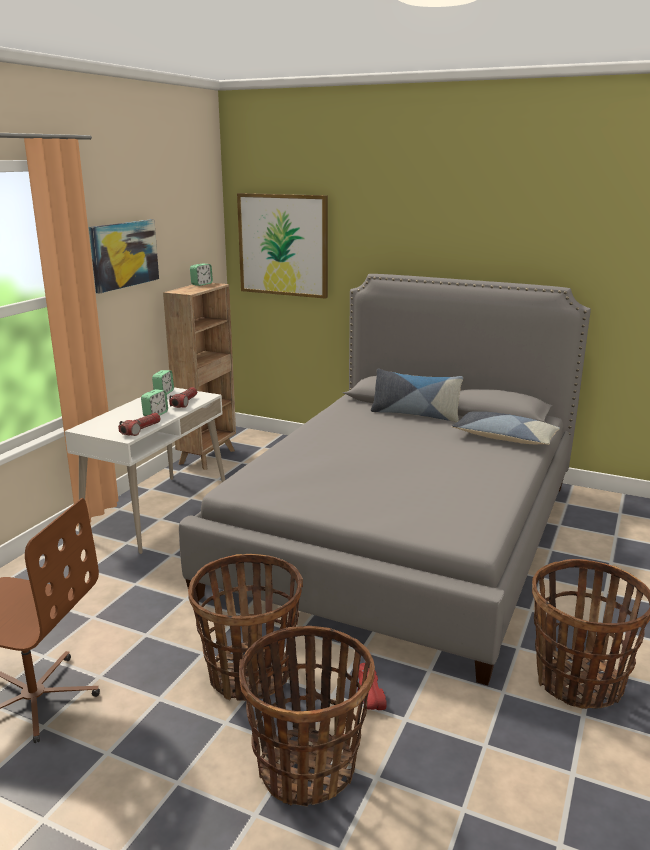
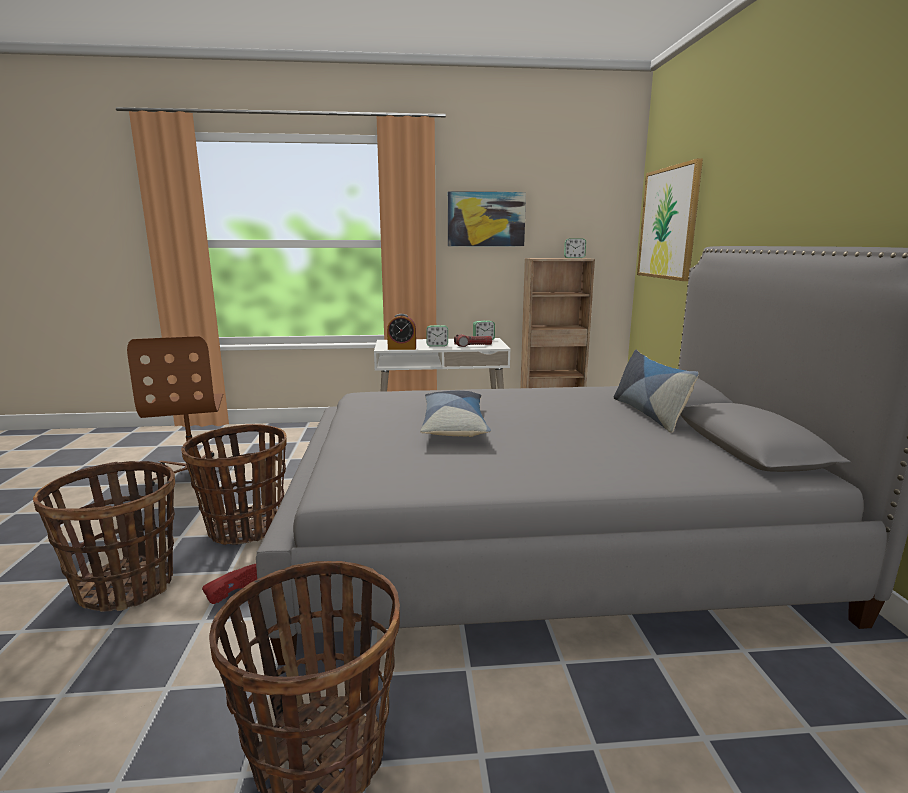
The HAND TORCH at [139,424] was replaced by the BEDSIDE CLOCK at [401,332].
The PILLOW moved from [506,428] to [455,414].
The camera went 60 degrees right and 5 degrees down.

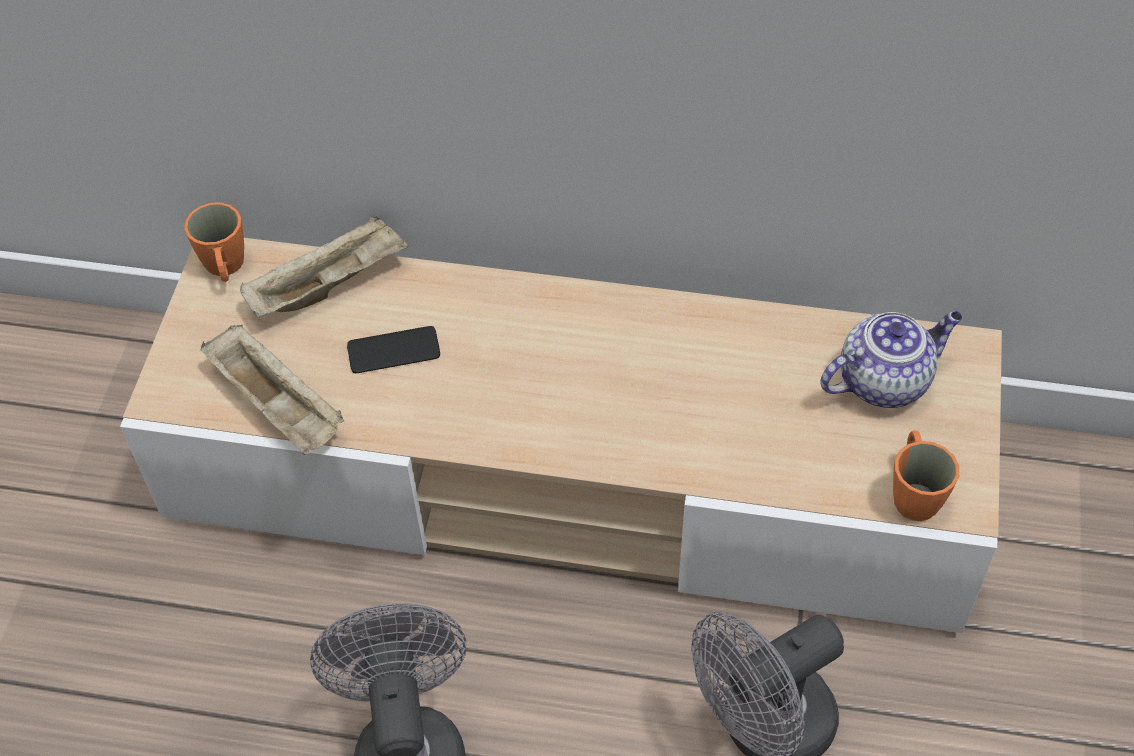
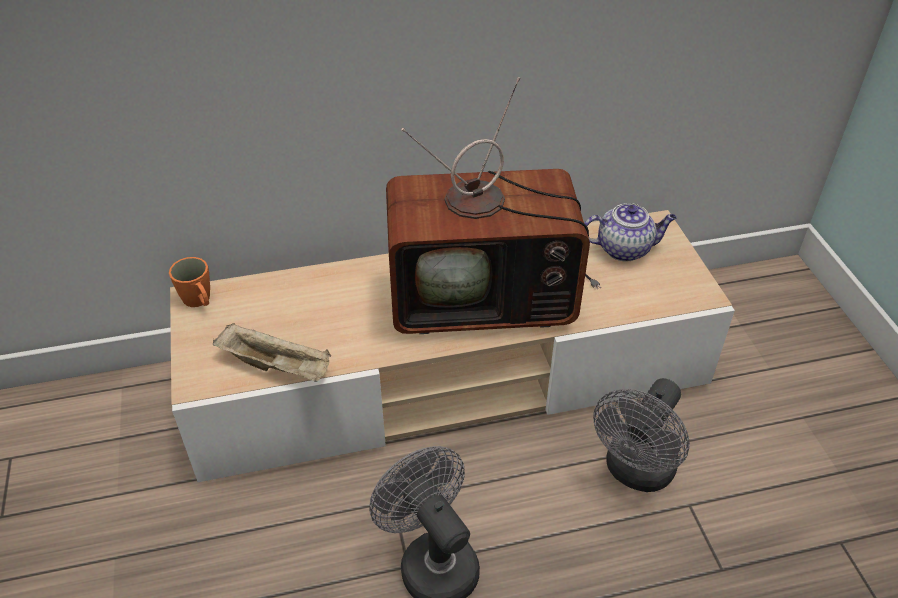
The TV SET at [493,205] appeared.
The TEAPOT at [891,359] turned 45 degrees clockwise.
The SAND-COLOURED CARRYING TRAY at [324,266] disappeared.
The TELEPHONE at [393,349] disappeared.
The ORANGEY MUG at [926,475] disappeared.
The camera went 25 degrees left and 10 degrees down.

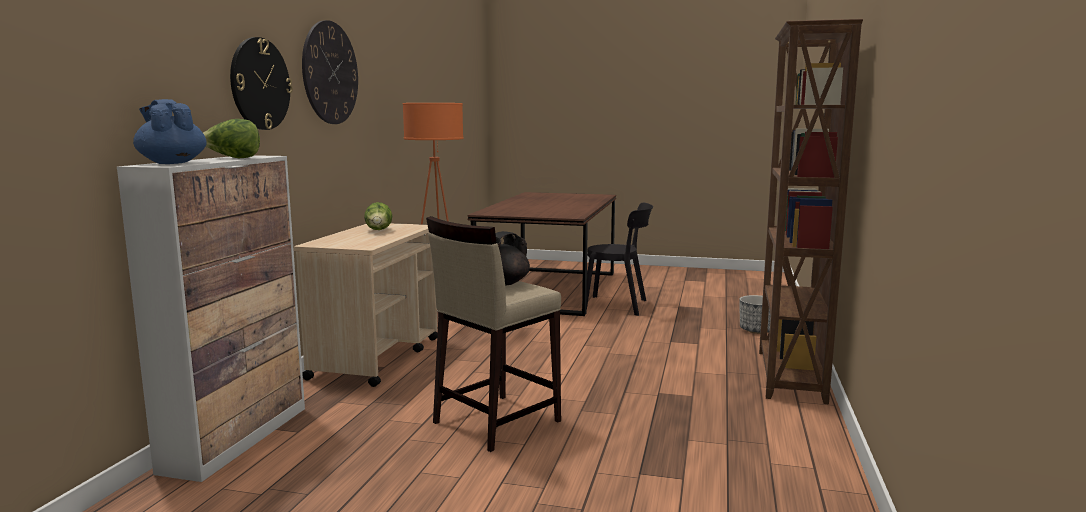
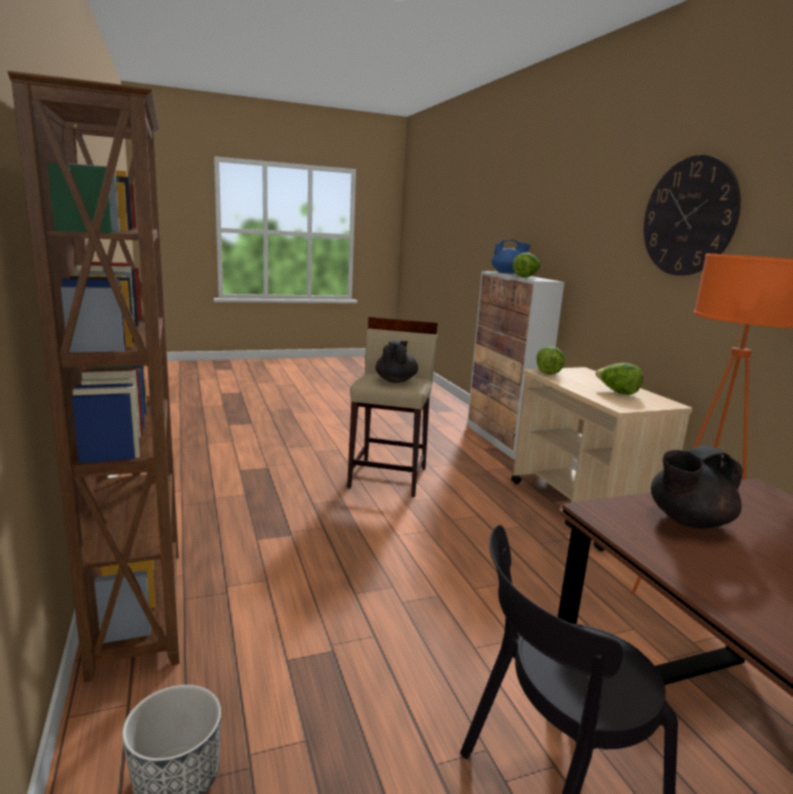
The HEAD OF LETTUCE at [551,360] appeared.
The BLACKISH TEAPOT at [697,487] appeared.
The WALL CLOCK at [261,83] disappeared.
The camera went 145 degrees right and 5 degrees up.

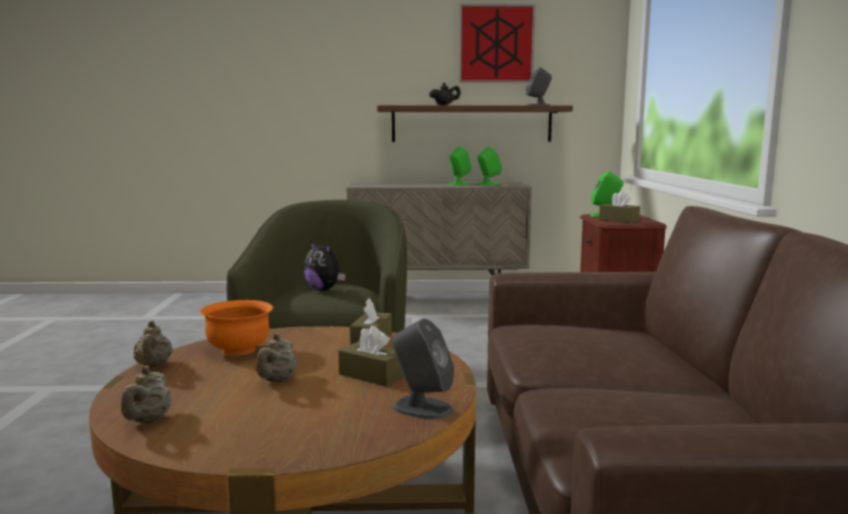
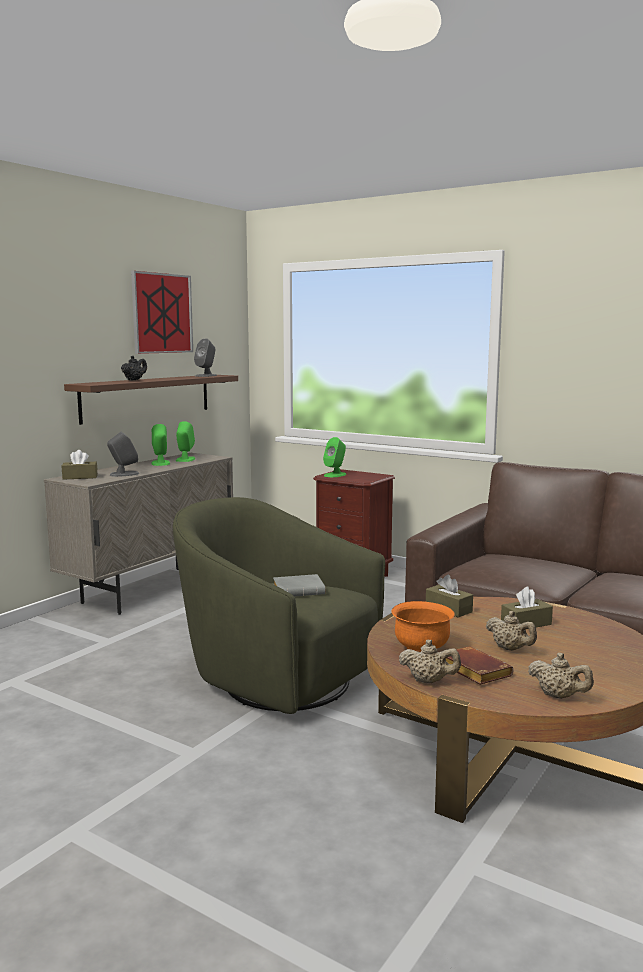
The BROWNISH BOX OF TISSUES moved from [619,207] to [79,465].
The GRAY LOUDSPEAKER moved from [423,369] to [123,454].
The SOFT TOY at [325,265] was replaced by the GRAY BOOK at [299,585].
The BROWNISH BOOK at [479,665] appeared.
The camera went 55 degrees left and 0 degrees up.

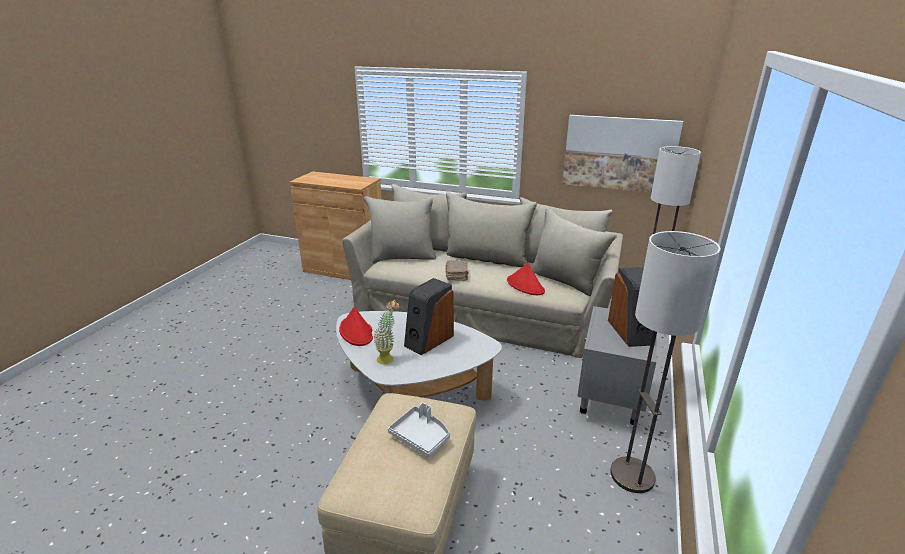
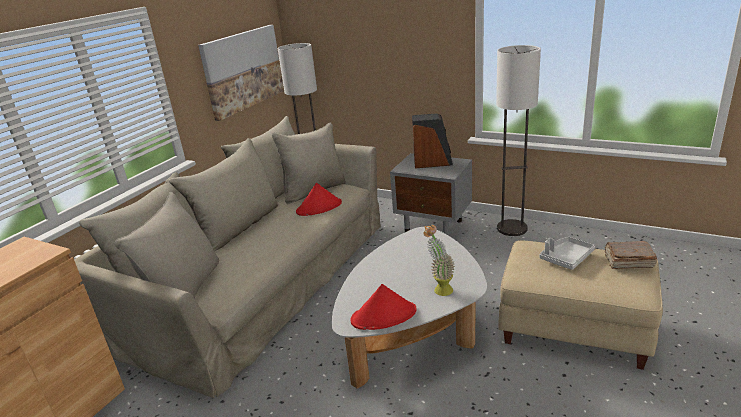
The BROWNISH BOOK moved from [457,270] to [630,255].
The LOUDSPEAKER at [429,316] disappeared.
The camera went 80 degrees left and 0 degrees up.

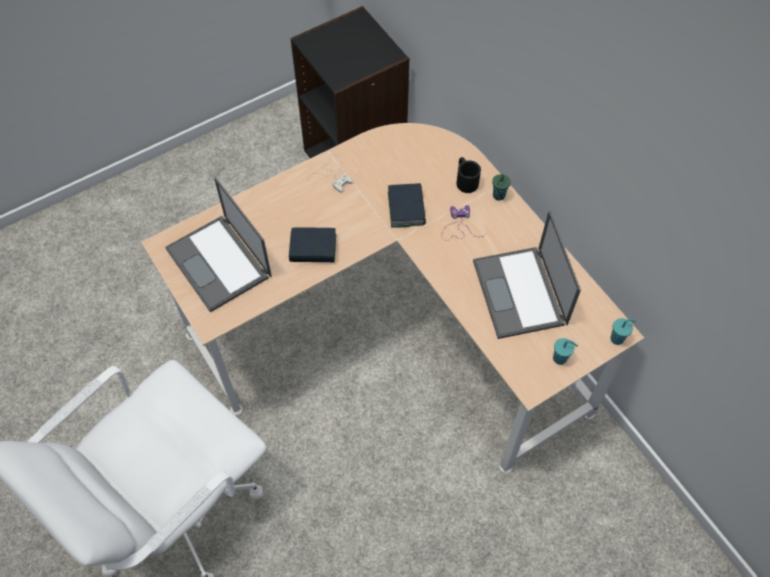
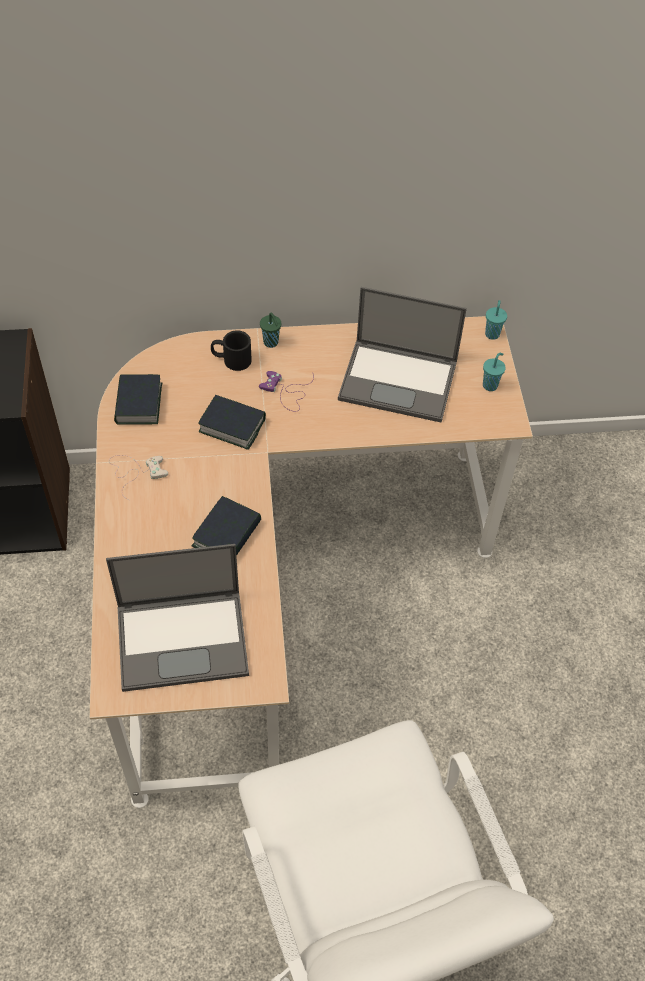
The BOOK at [138,399] appeared.
The camera went 65 degrees left and 5 degrees down.

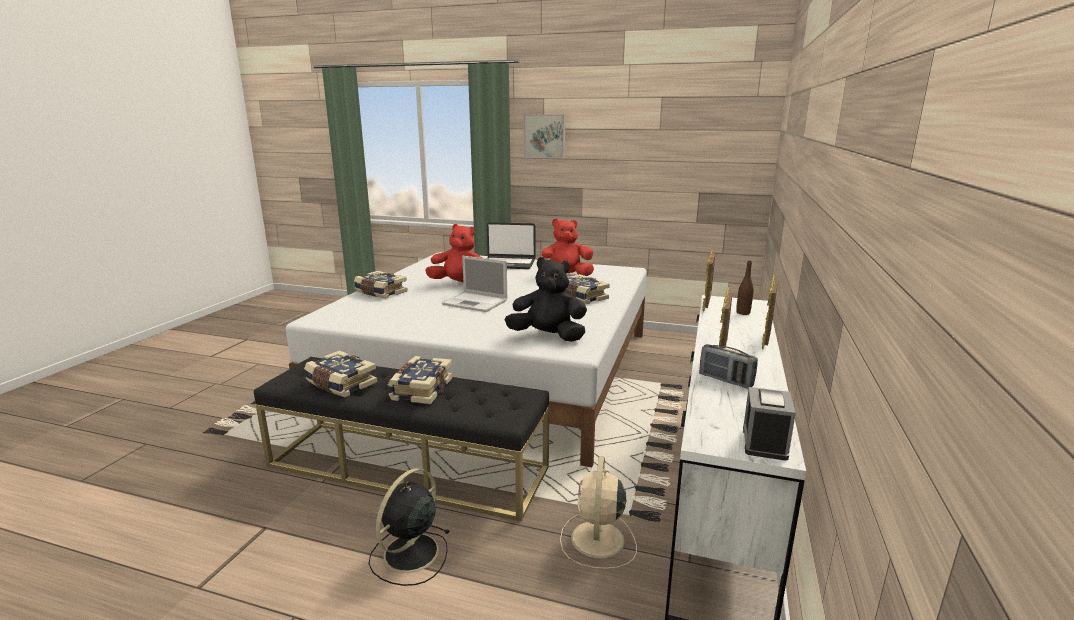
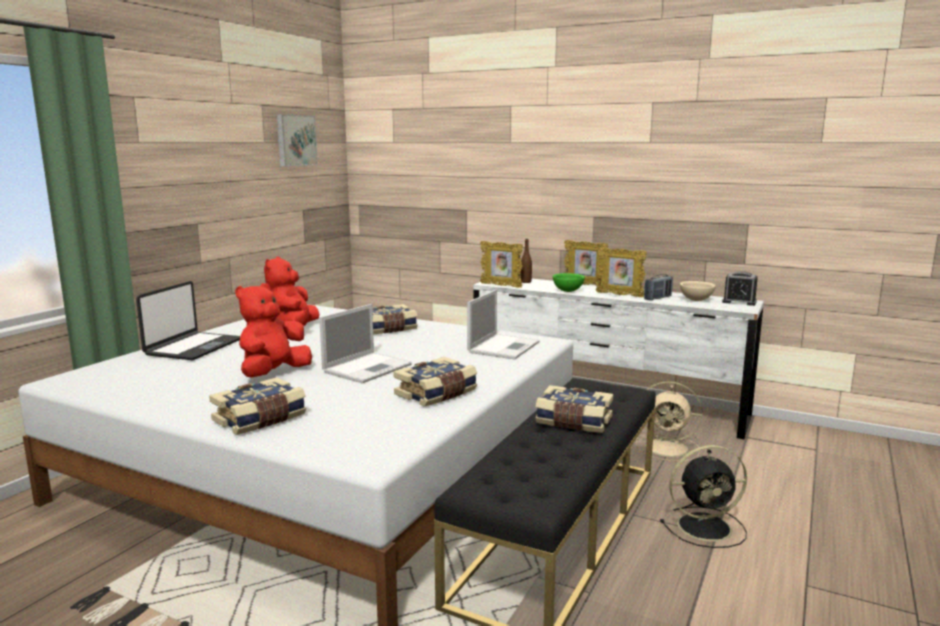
The PICTURE moved from [544,136] to [297,140].
The BOOK moved from [341,374] to [435,382].
The BLACKISH SOFT TOY at [546,299] was replaced by the NOTEBOOK COMPUTER at [503,324].
The GREEN-COLOURED SERVING BOWL at [569,282] appeared.
The BLACKISH FAN at [409,527] turned 45 degrees counterclockwise.
The SAND-COLOURED SERVING BOWL at [698,291] appeared.
The camera went 80 degrees left and 5 degrees down.

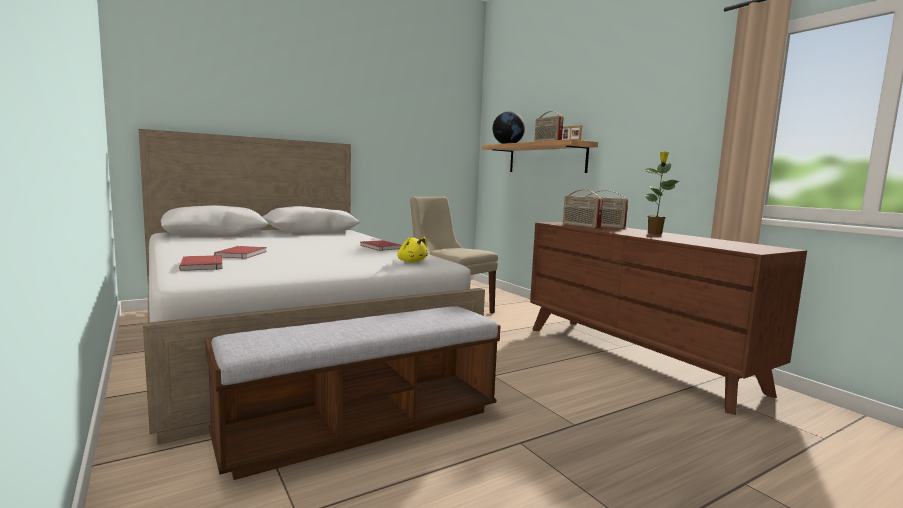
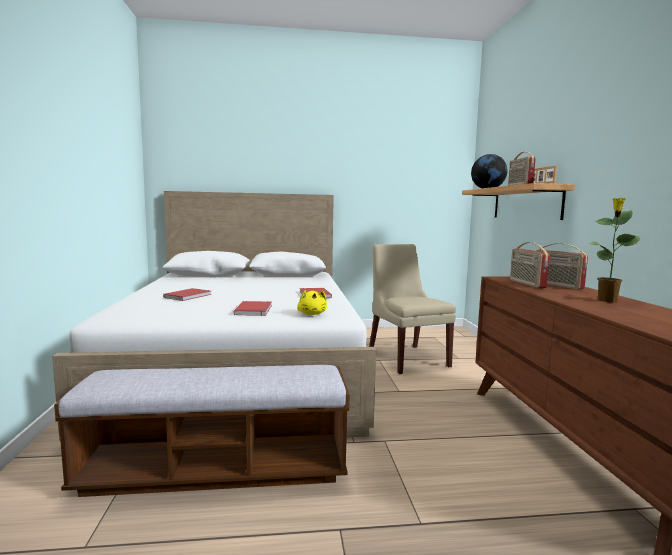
The REDDISH BOOK moved from [201,263] to [253,308].
The camera went 25 degrees right and 0 degrees up.

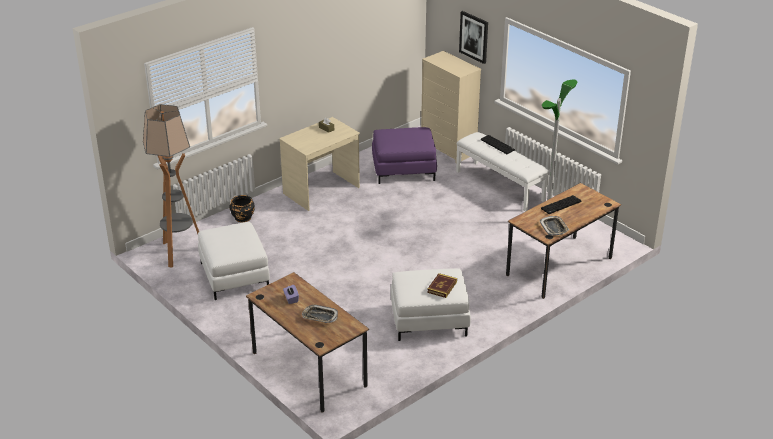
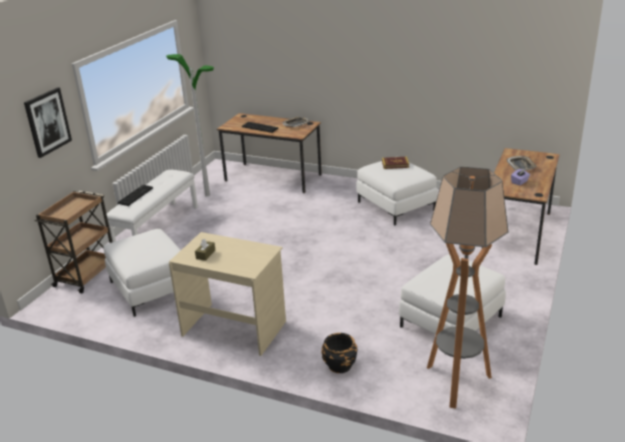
The SAND-COLOURED CHEST OF DRAWERS at [451,106] was replaced by the BROWNISH CART at [73,242].
The PURPLE-COLOURED FOOTREST at [404,155] became the WHITISH FOOTREST at [142,273].
The camera went 115 degrees left and 5 degrees down.

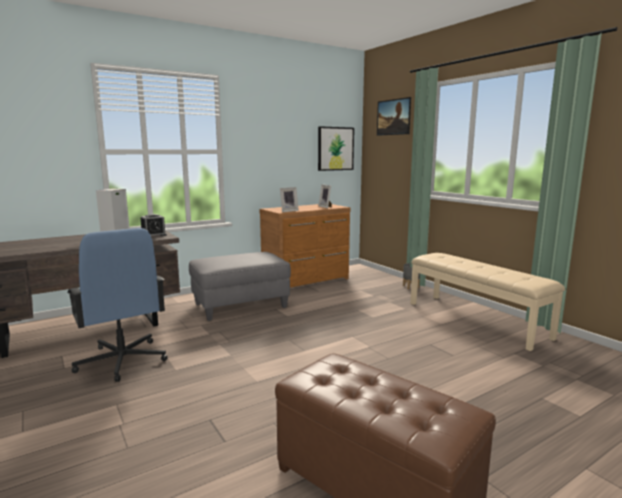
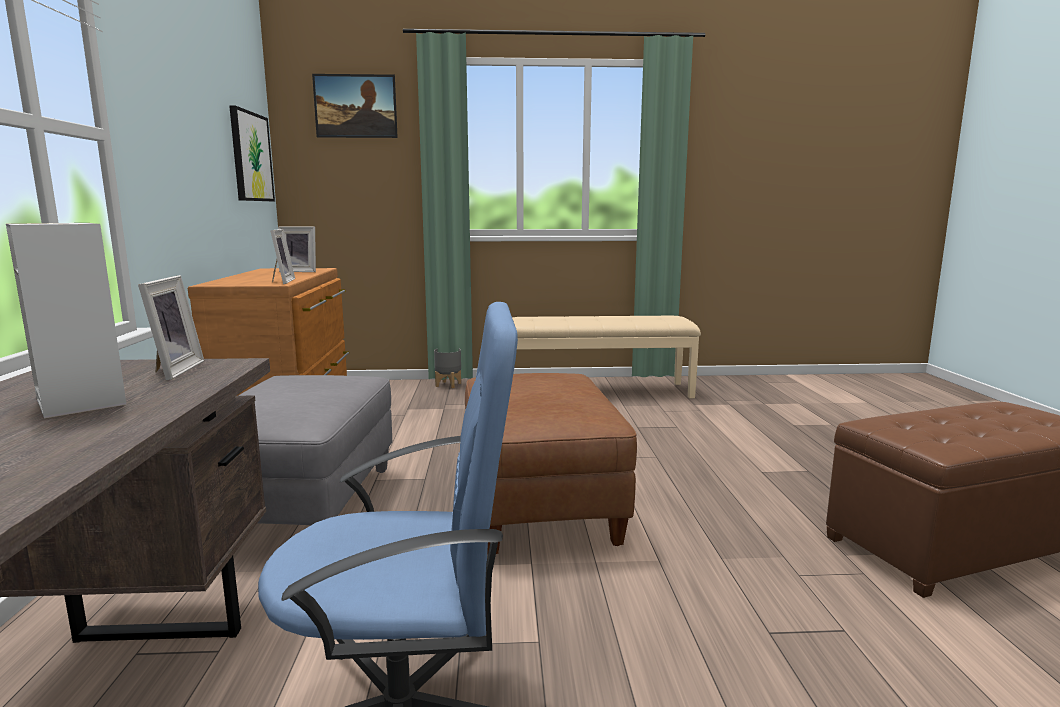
The BEDSIDE CLOCK at [154,225] was replaced by the STANDING FRAME at [171,327].
The BROWNISH FOOTREST at [551,463] appeared.
The camera went 60 degrees left and 0 degrees up.

